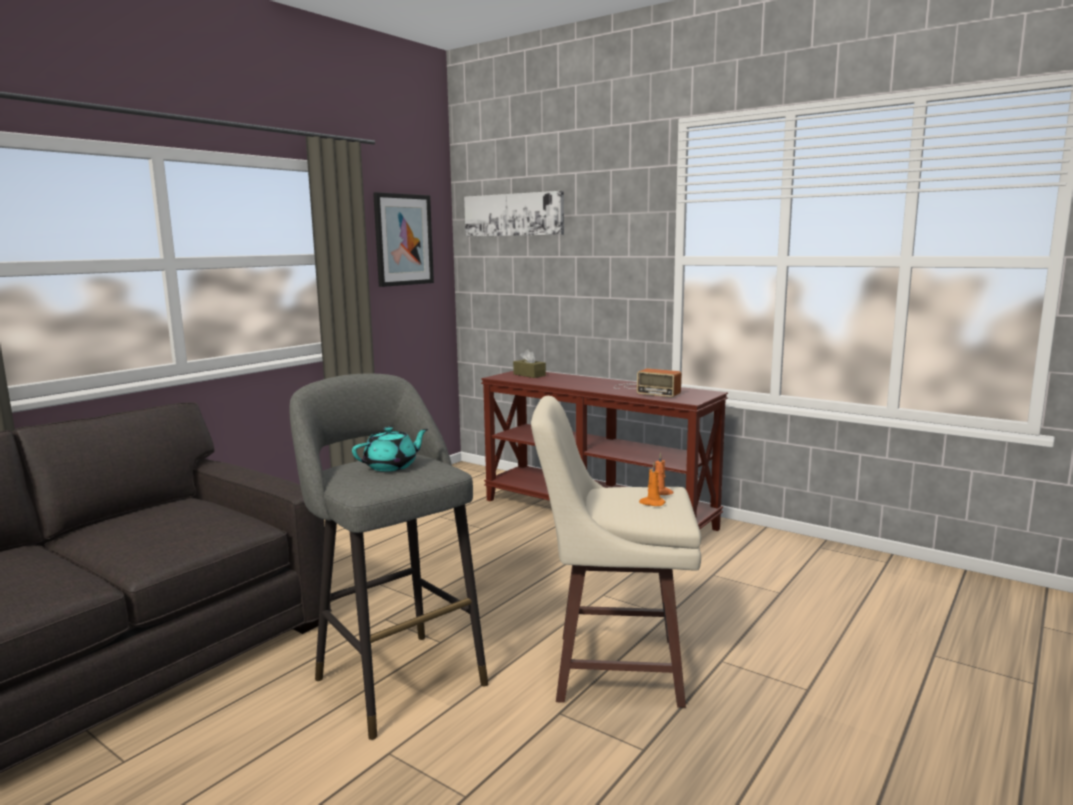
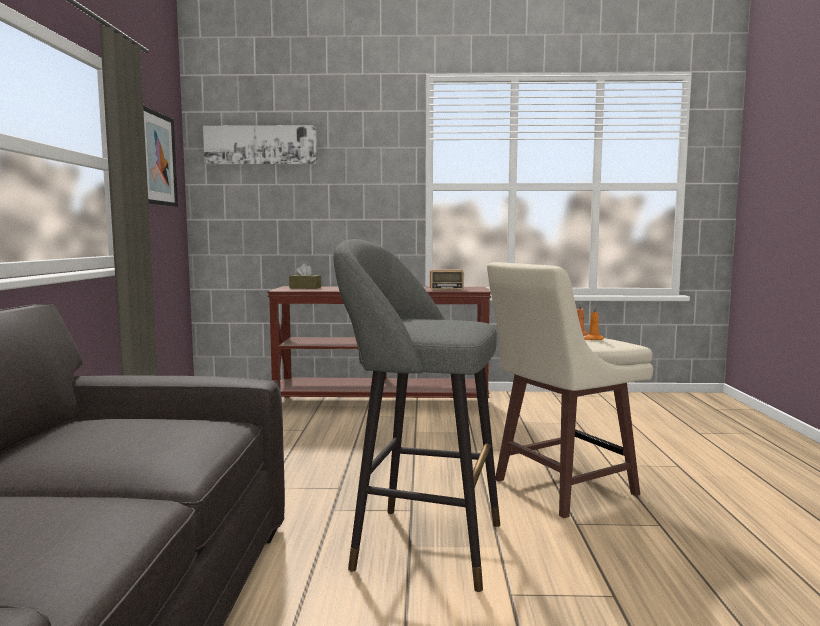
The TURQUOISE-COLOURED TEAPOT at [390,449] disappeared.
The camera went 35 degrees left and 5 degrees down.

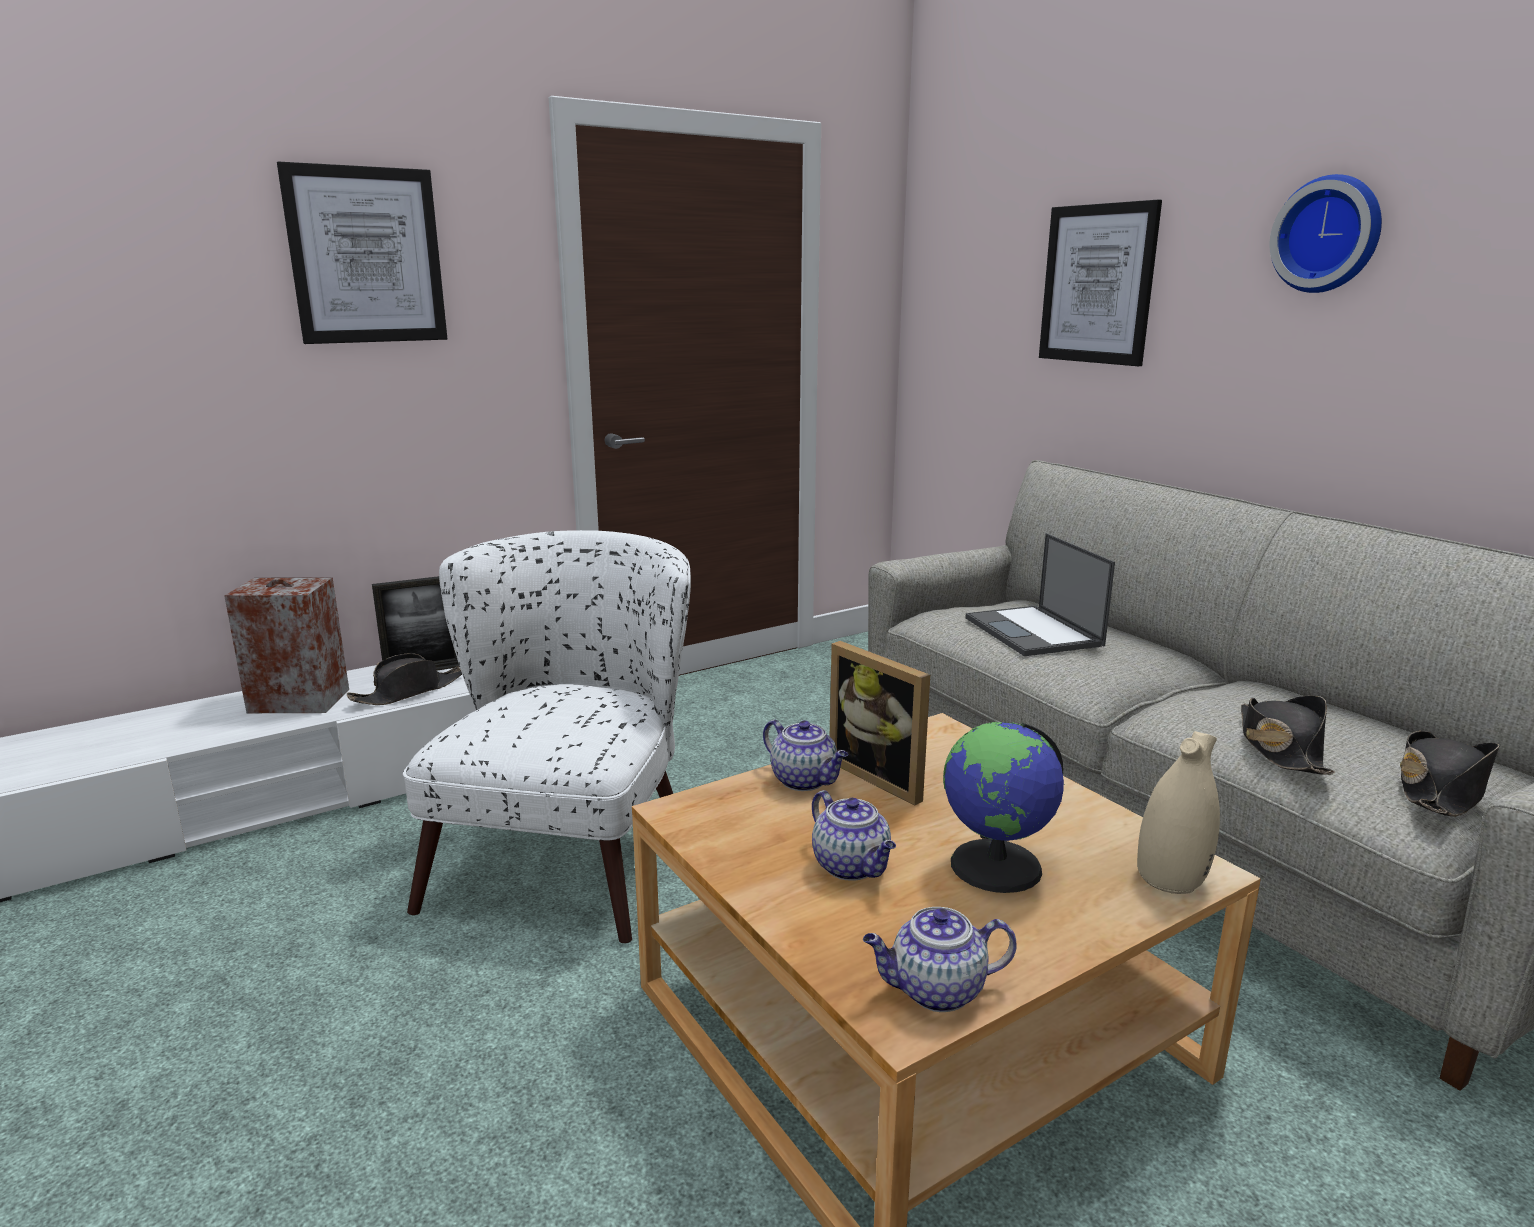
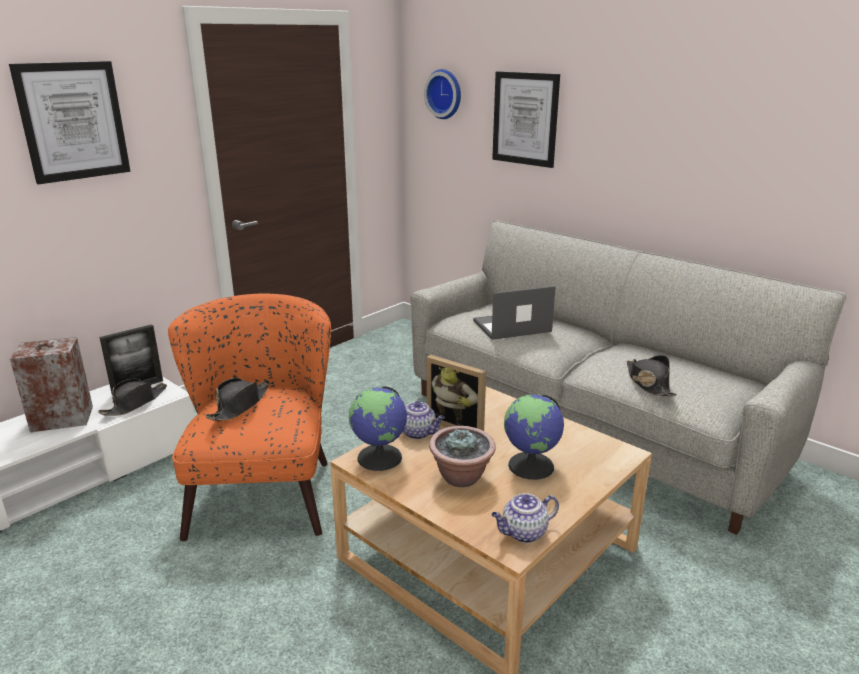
The WHITISH EASY CHAIR at [547,736] became the ORANGEY EASY CHAIR at [249,417].
The BLACKISH WEARABLE HAT moved from [1449,774] to [237,399].
The WORLD GLOBE at [378,428] appeared.
The WALL CLOCK moved from [1325,233] to [442,94].
The TEAPOT at [854,835] was replaced by the PLANT IN A POT at [462,456].
The NOTEBOOK COMPUTER at [1040,594] turned 105 degrees clockwise.
The SAND-COLOURED VASE at [1178,812] disappeared.
The camera went 15 degrees left and 5 degrees up.

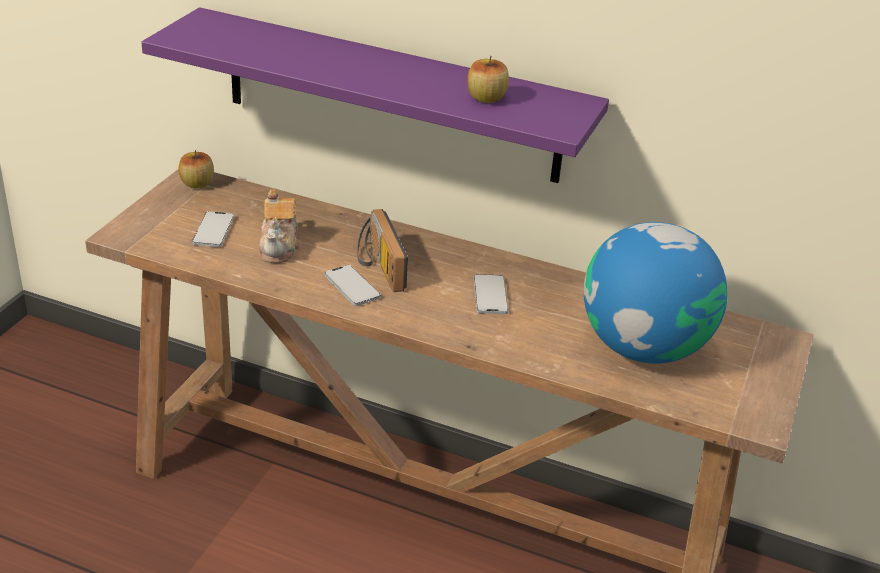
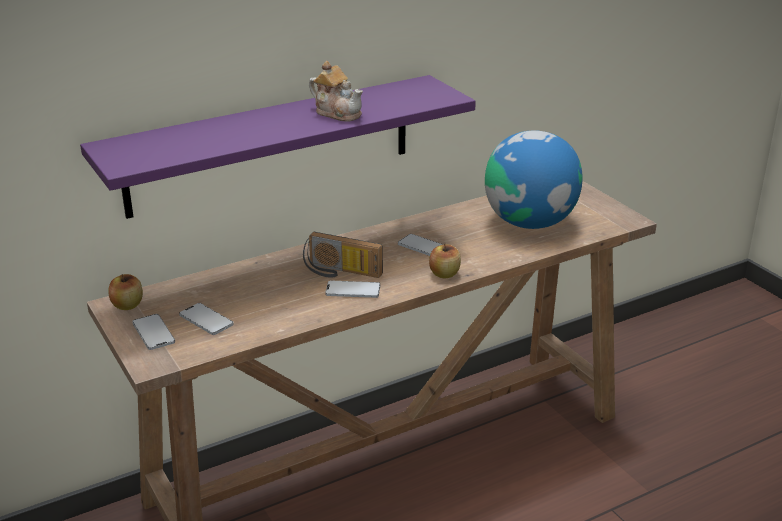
The TELEPHONE at [153,332] appeared.
The TEAPOT moved from [279,226] to [336,91].
The APPLE moved from [488,79] to [445,261].
The camera went 50 degrees left and 5 degrees down.

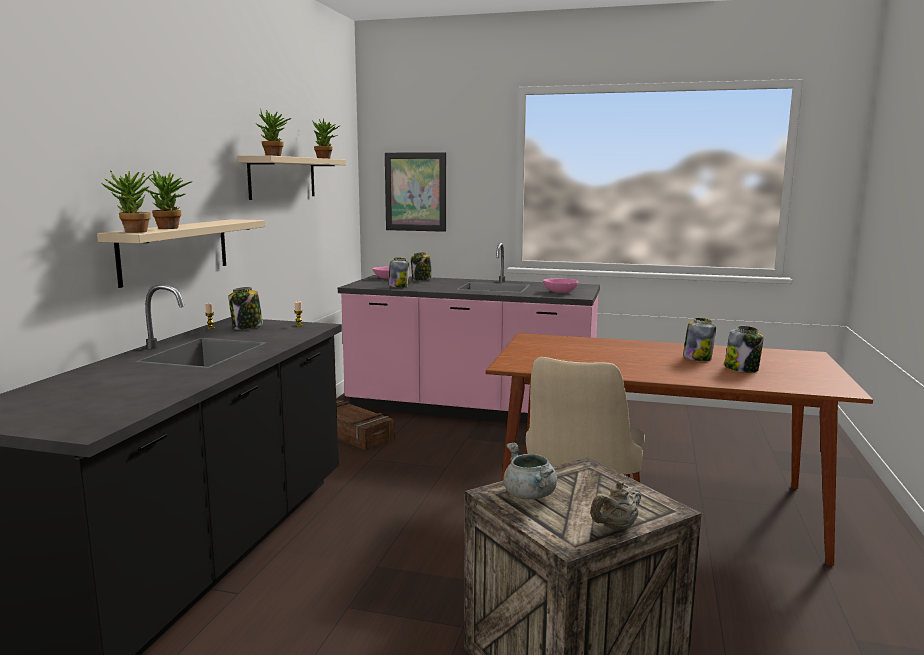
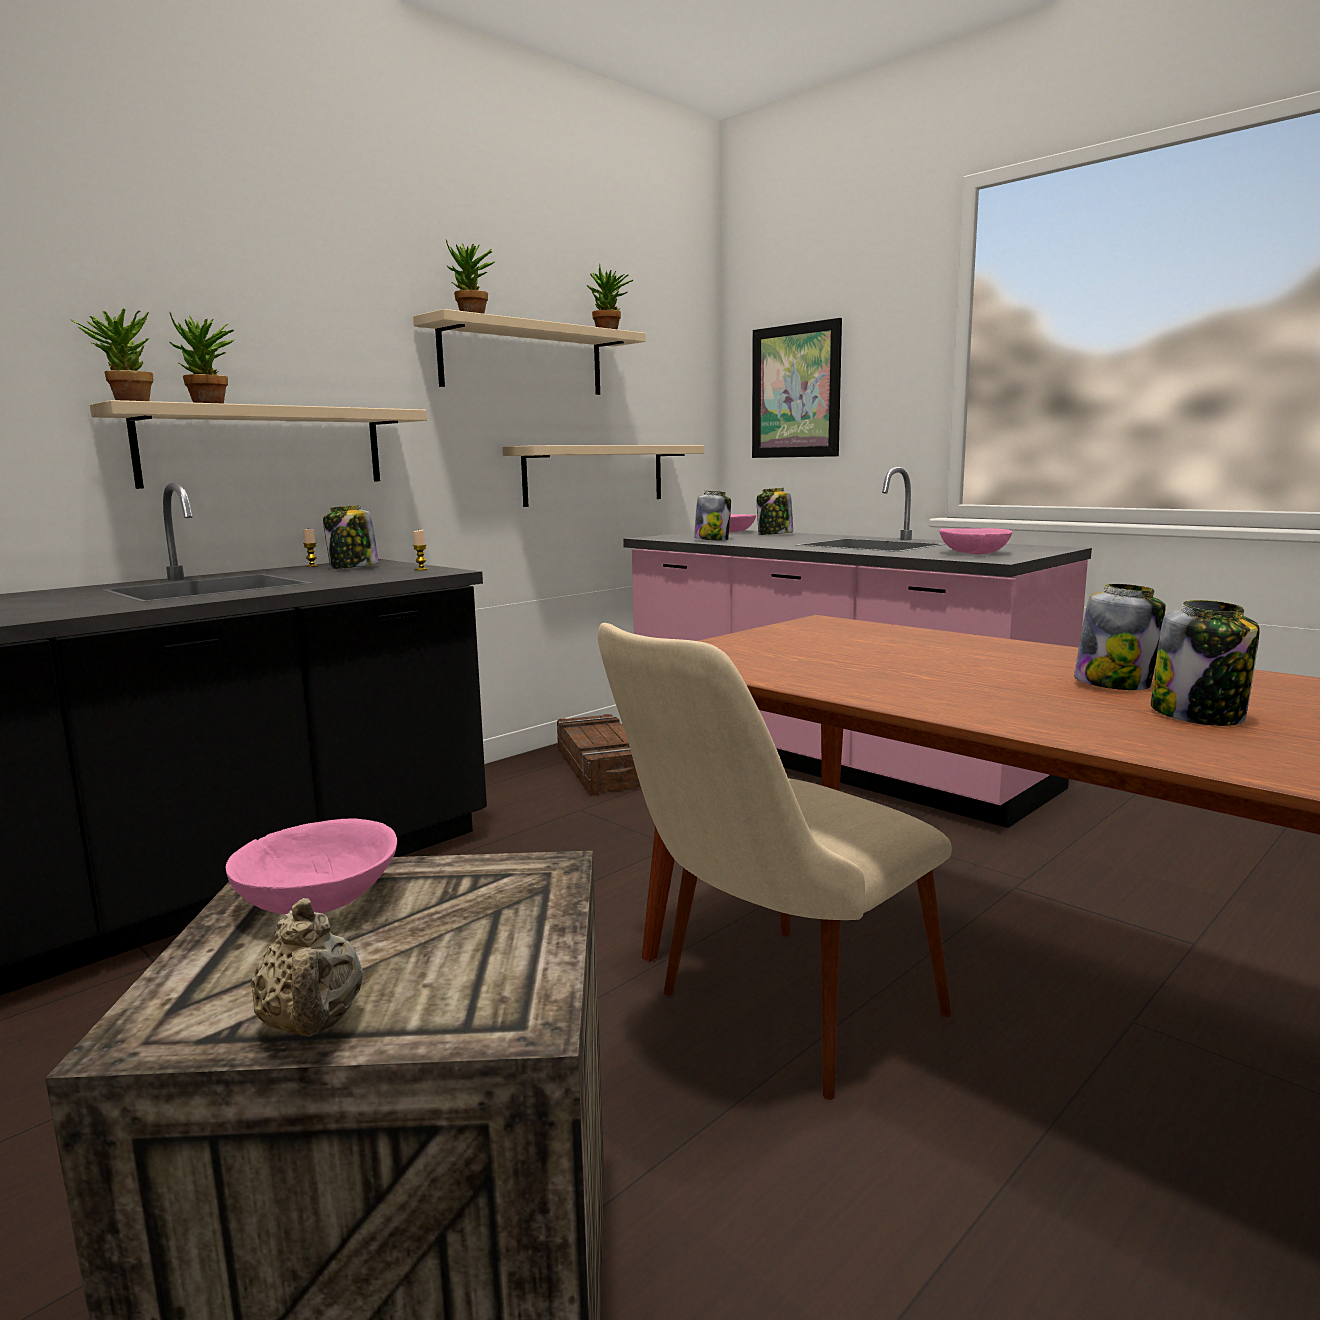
The GRAY SAUCEPOT at [530,470] was replaced by the PINK-COLOURED SERVING BOWL at [311,866].
The SAND-COLOURED TEAPOT at [615,506] turned 105 degrees counterclockwise.
The SAND-COLOURED BRACKET SHELF at [603,476] appeared.
The camera went 30 degrees right and 0 degrees up.

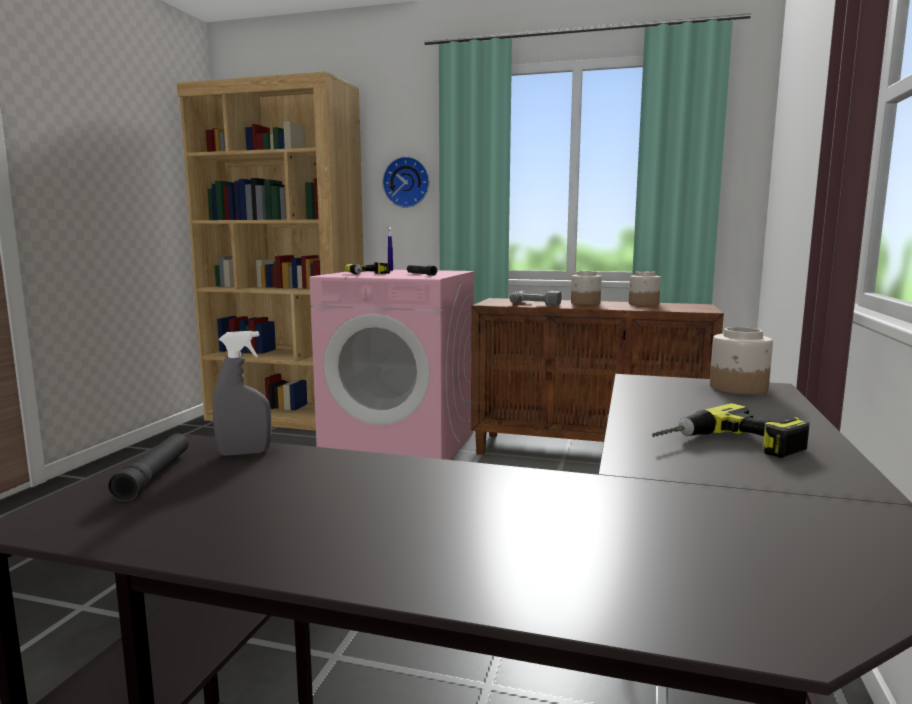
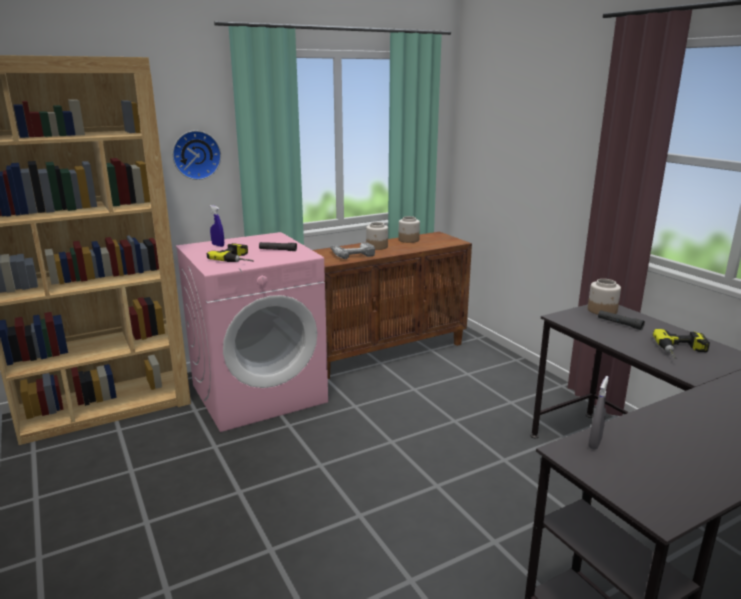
The BLACKISH HAND TORCH moved from [148,467] to [621,320].
The camera went 45 degrees left and 10 degrees up.

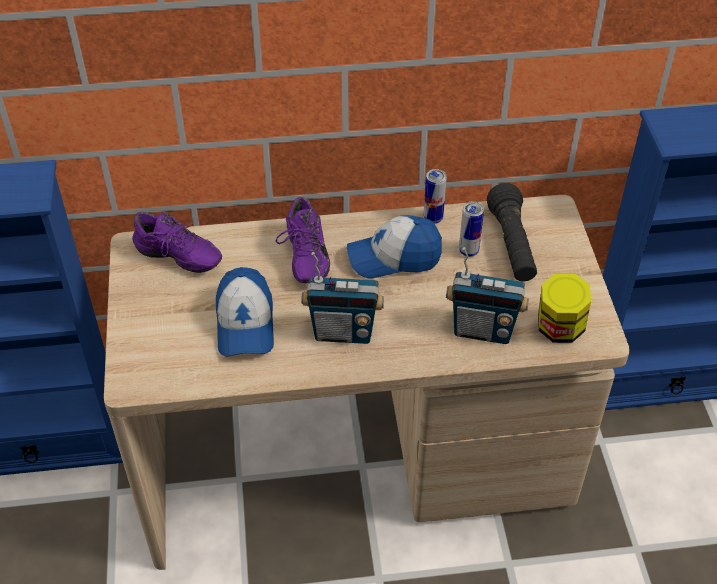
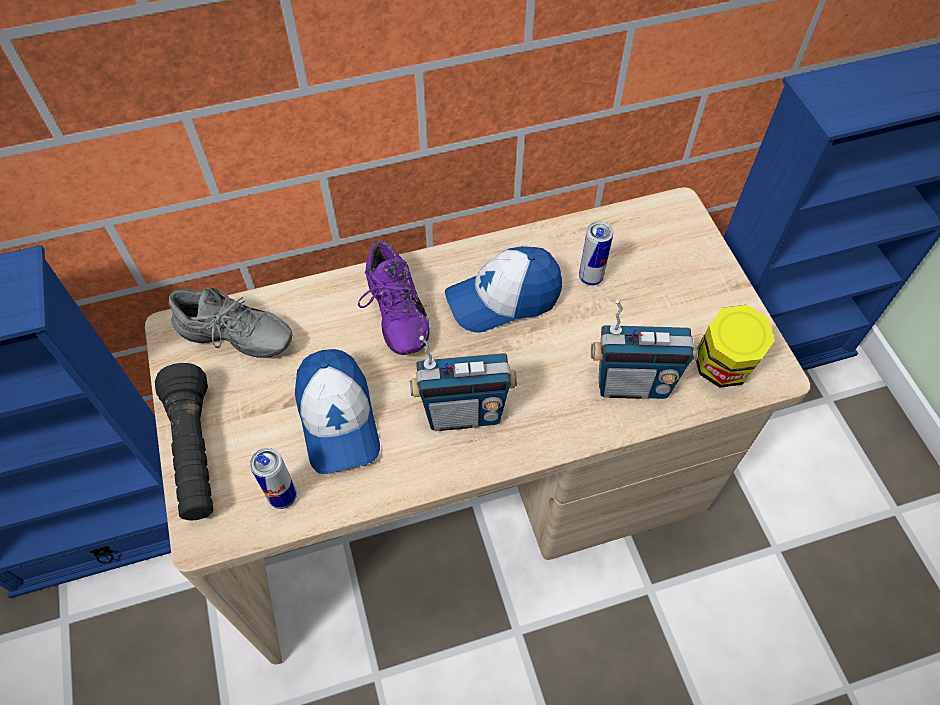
The BLACKISH HAND TORCH moved from [512,232] to [184,441].
The PURPLE-COLOURED SHOE at [177,242] became the GRAY SHOE at [230,323].
The SEALED CAN moved from [435,196] to [273,478].
The camera went 10 degrees left and 10 degrees up.

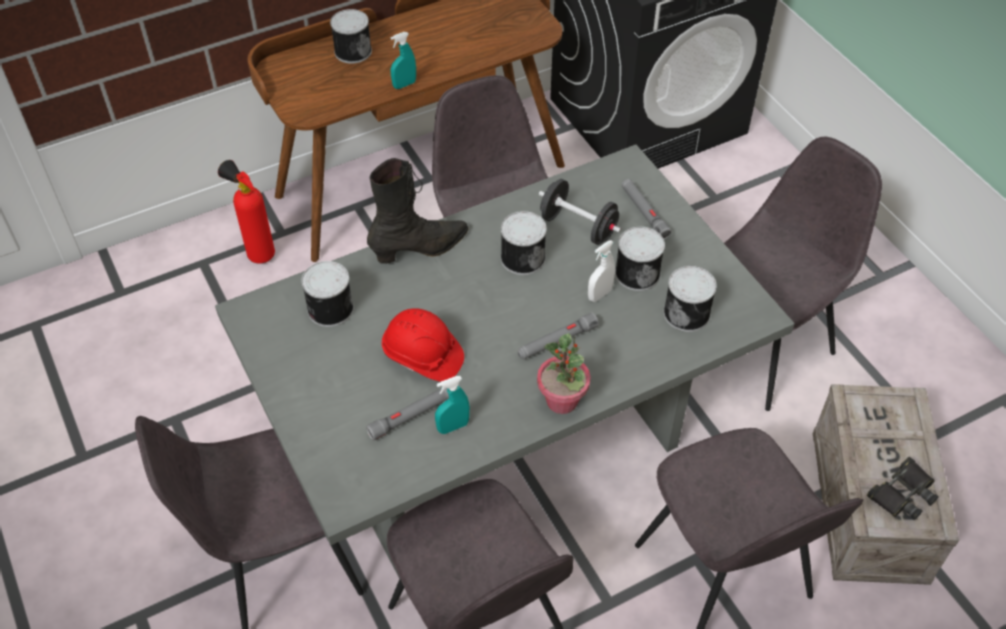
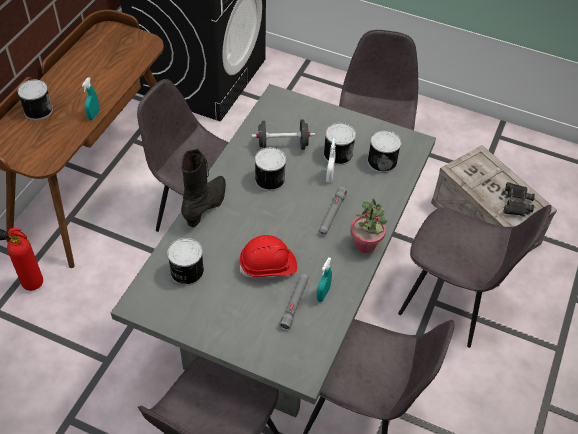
The GRAY HAND TORCH at [647,209] disappeared.
The camera went 40 degrees left and 0 degrees up.

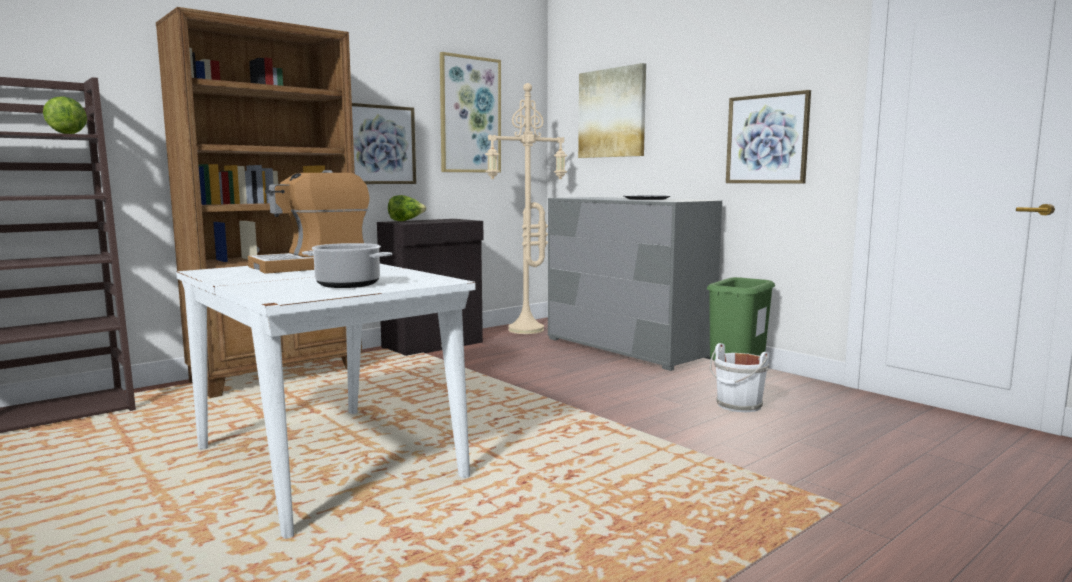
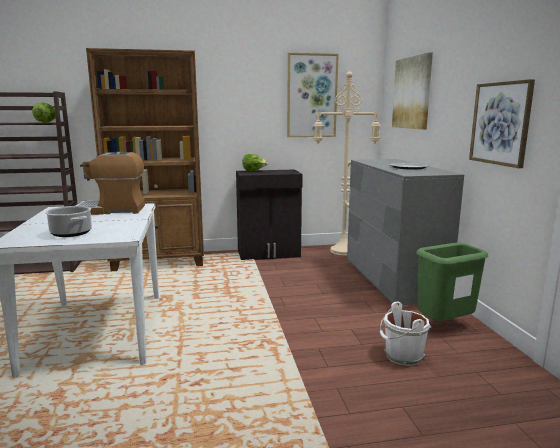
The PICTURE at [384,143] disappeared.
The camera went 30 degrees right and 5 degrees up.

